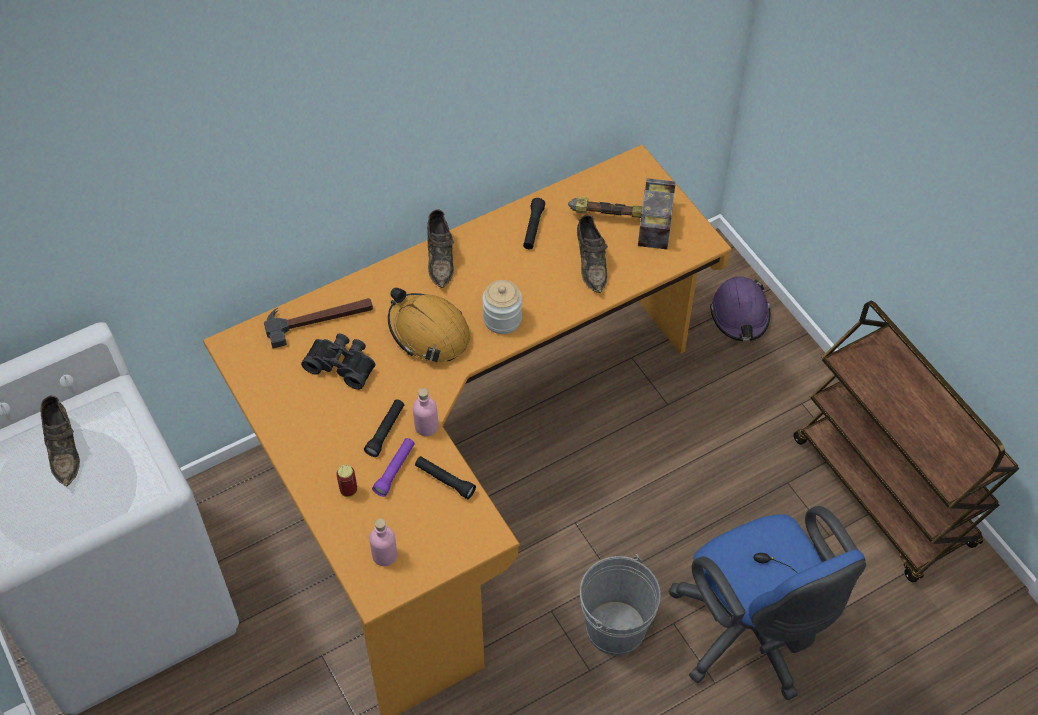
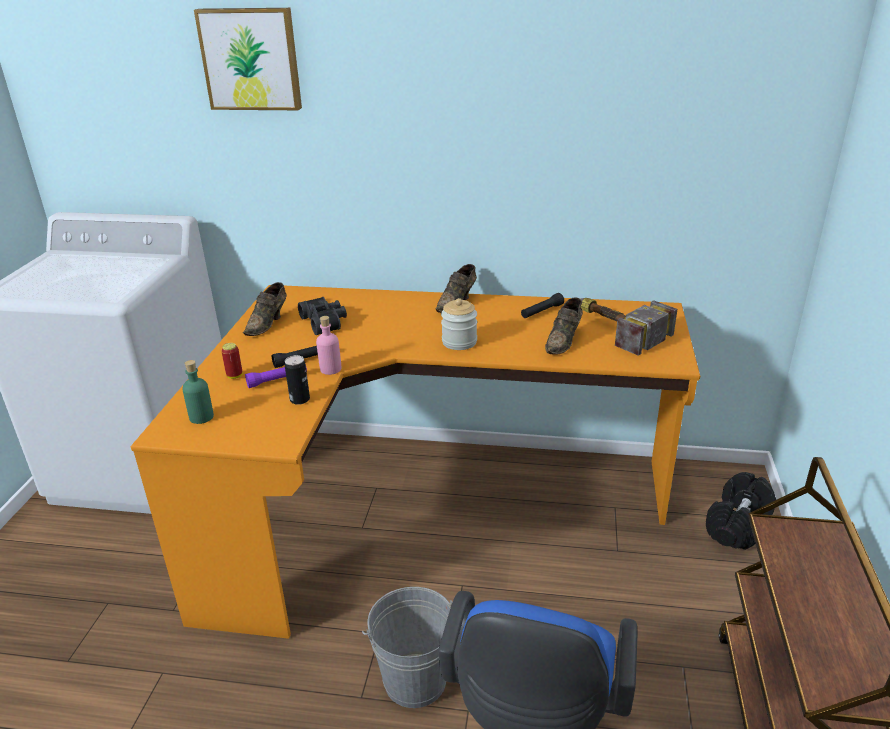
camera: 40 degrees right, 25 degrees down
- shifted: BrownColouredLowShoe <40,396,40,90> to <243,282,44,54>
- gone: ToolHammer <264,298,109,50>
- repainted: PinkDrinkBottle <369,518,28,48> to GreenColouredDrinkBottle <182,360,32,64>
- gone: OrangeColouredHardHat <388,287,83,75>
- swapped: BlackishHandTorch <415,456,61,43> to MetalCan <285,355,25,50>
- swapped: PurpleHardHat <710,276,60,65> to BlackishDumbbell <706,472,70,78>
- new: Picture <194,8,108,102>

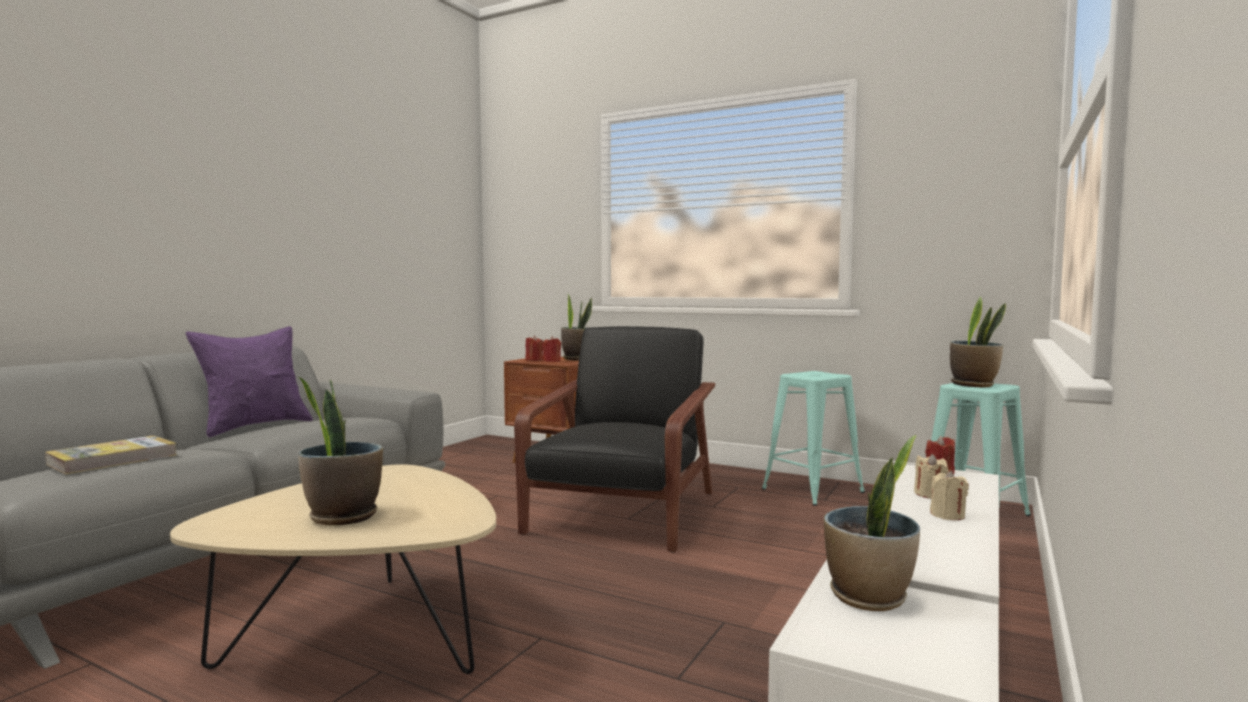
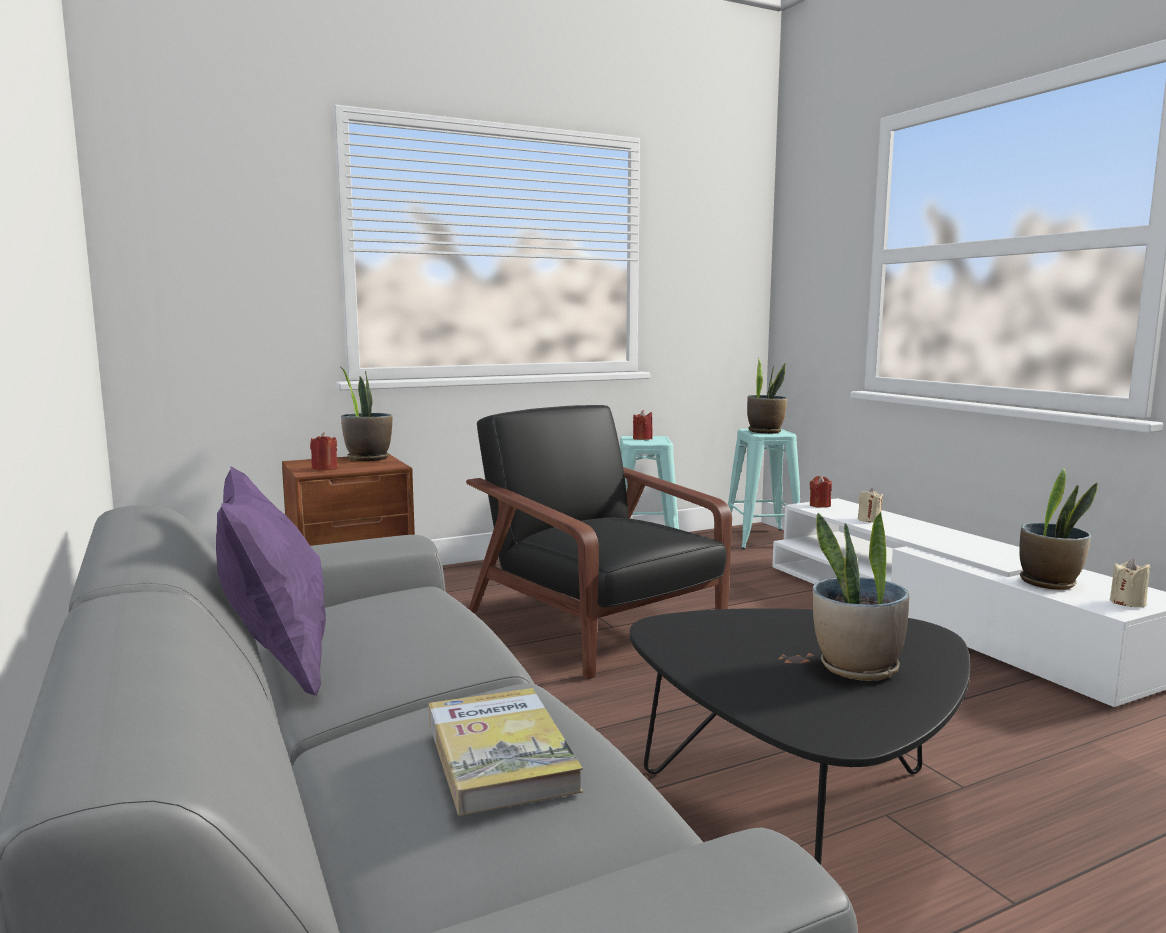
camera: 55 degrees left, 5 degrees up
- repainted: BeigeColouredLowTable <170,464,326,210> to BlackishLowTable <630,608,340,257>
- shifted: RedWaxCandle <543,336,18,26> to <633,410,20,30>
- shifted: BeigeColouredWaxCandle <930,470,39,50> to <1110,559,41,49>

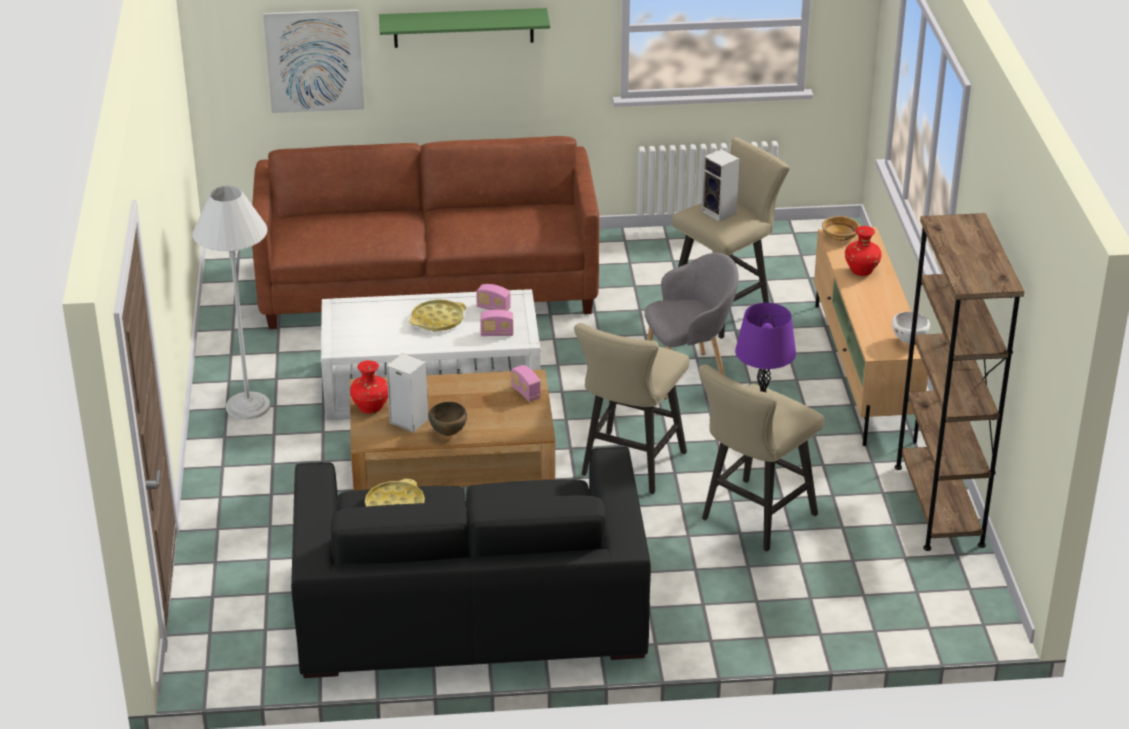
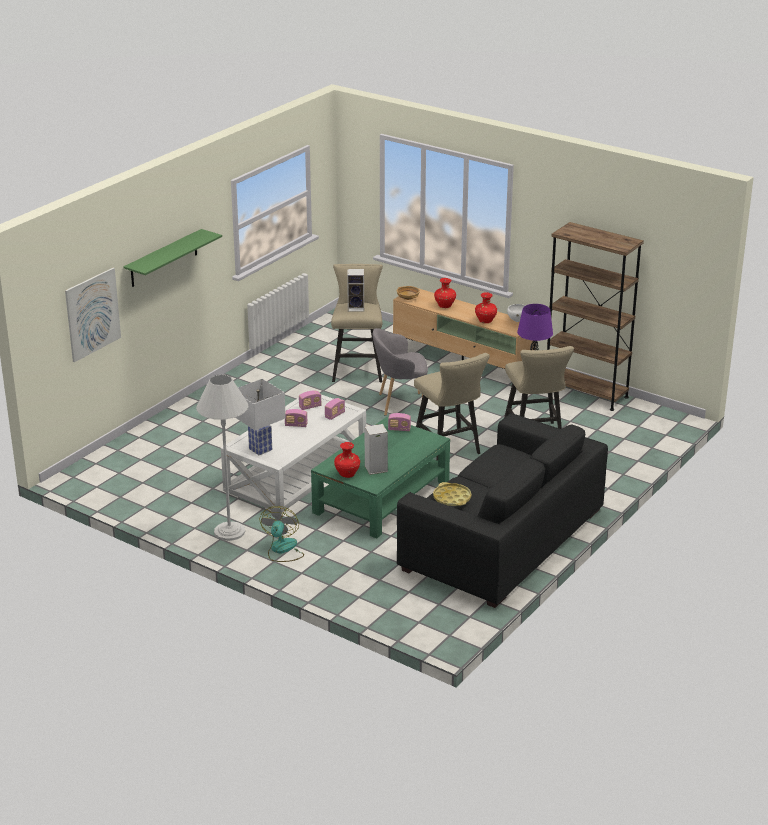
camera: 50 degrees left, 5 degrees down
- gone: BrownColouredSettee <252,136,347,193>
- repainted: BrownColouredLowTable <350,369,205,122> to GreenColouredLowTable <311,417,139,122>
- swapped: YellowishServingTray <409,299,57,33> to Radio <285,409,23,18>
- gone: BrownColouredServingBowl <429,402,38,34>
- rotated: GrayArmchair <644,253,95,146> = <373,328,55,88> 120 degrees counterclockwise
- new: WhiteColouredTableLamp <235,379,51,76>
- new: CoolingFan <260,506,44,56>
- new: RedVase <475,292,22,31>

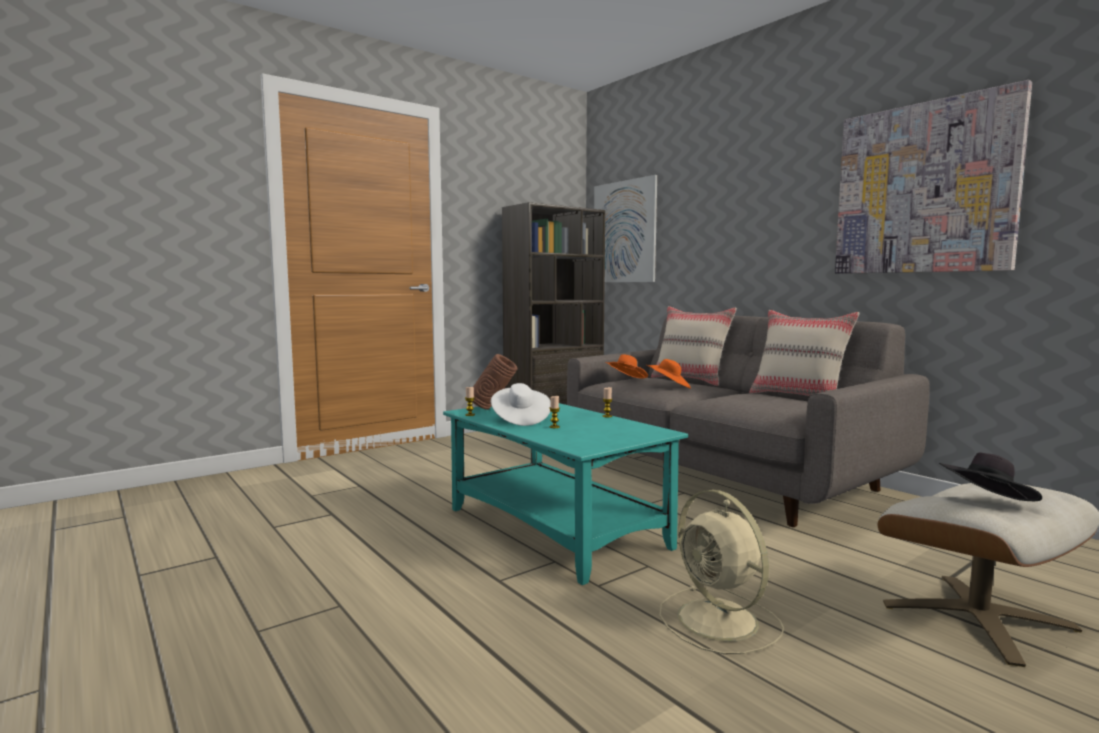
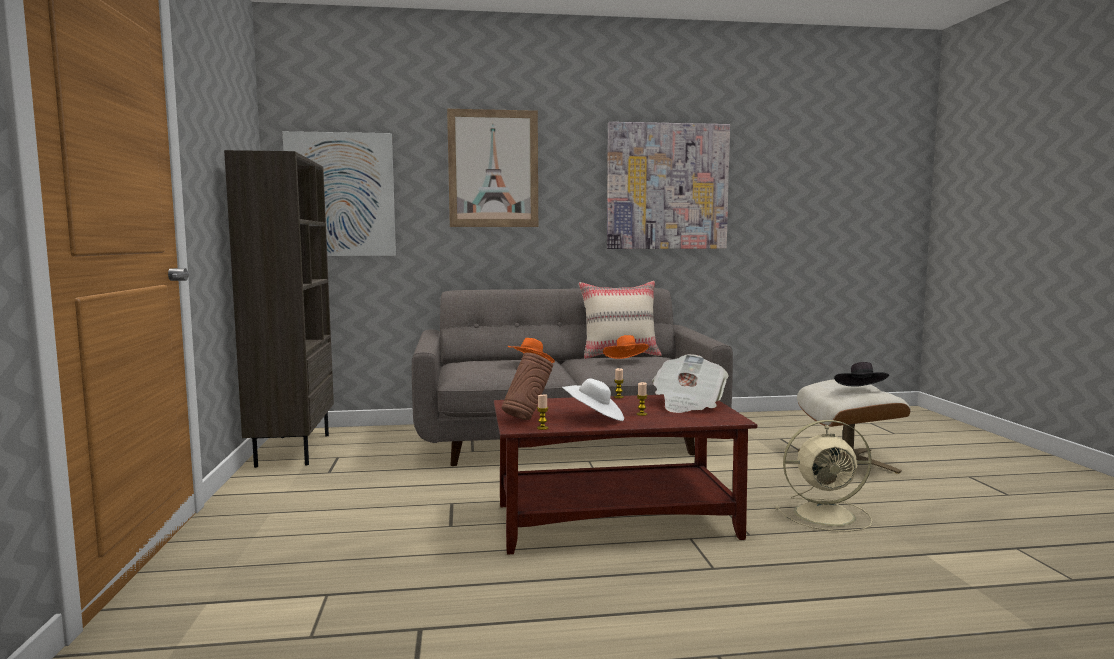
camera: 60 degrees left, 0 degrees up
- repainted: BlueGreenLowTable <443,403,245,182> to BrownColouredLowTable <494,395,263,160>
- shifted: OrangeColouredWearableHat <605,354,43,25> to <603,335,46,24>
- gone: BeigeColouredPillow <651,306,86,80>
- new: Picture <447,109,91,118>
- new: DailyPaper <652,354,77,59>

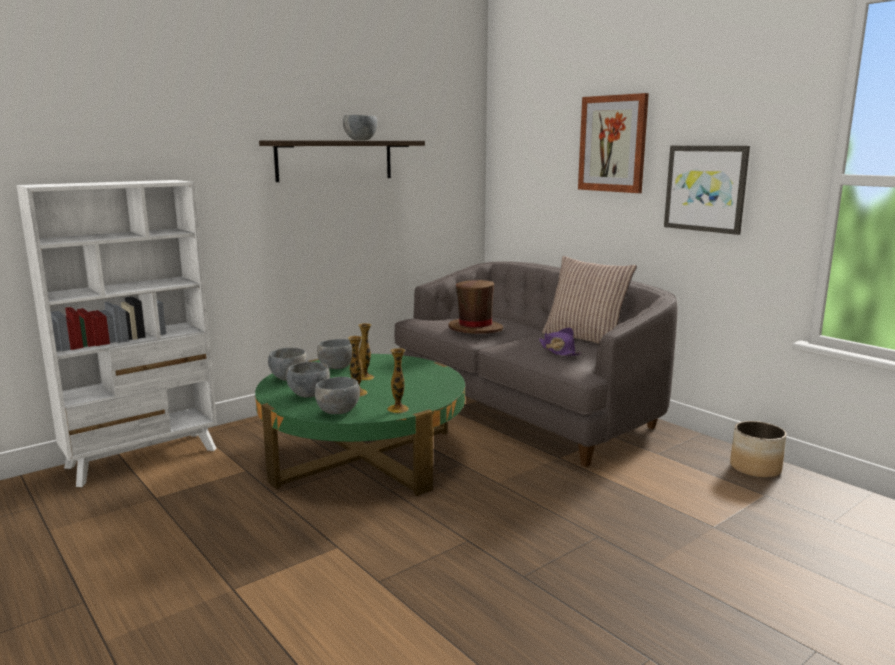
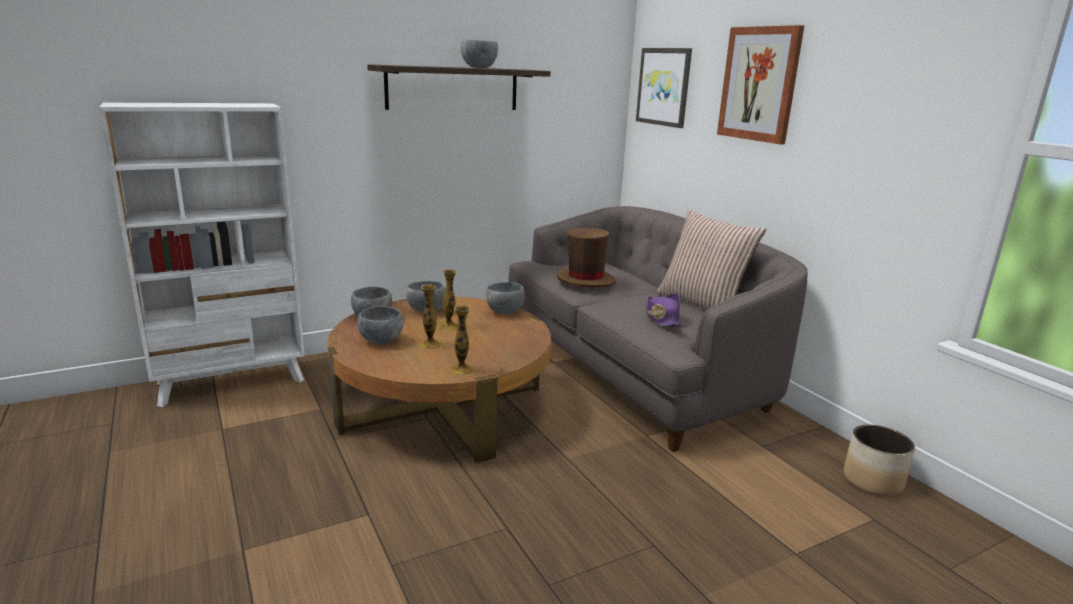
camera: 10 degrees right, 5 degrees up
- repainted: GreenColouredLowTable <255,354,210,142> to BrownColouredLowTable <327,297,224,166>
- shifted: GrayServingBowl <315,377,45,37> to <486,282,39,32>
- shifted: Picture <664,146,86,89> to <636,48,56,80>

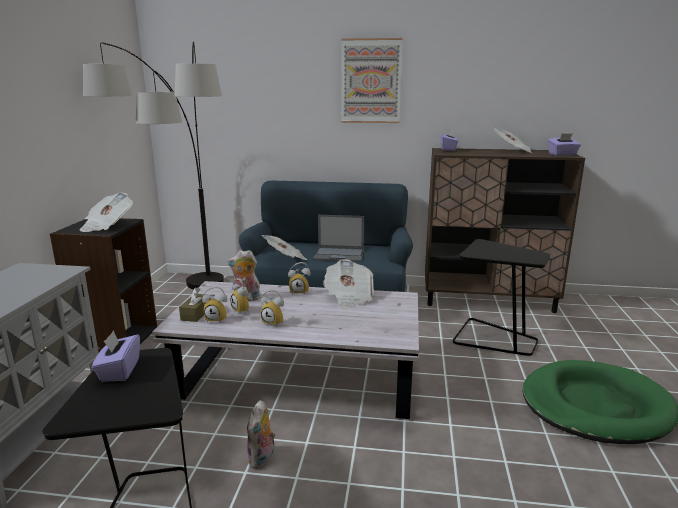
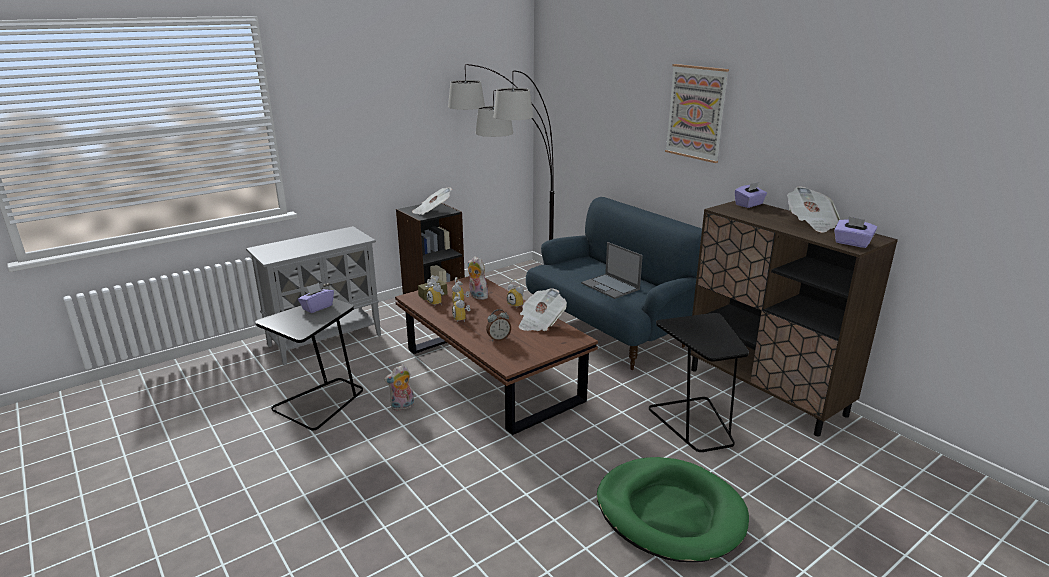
camera: 45 degrees right, 5 degrees up
- repainted: WhiteColouredLowTable <152,281,267,138> to BrownColouredLowTable <395,276,203,159>
- gone: DailyPaper <262,235,45,25>
- new: TableClock <486,309,25,32>

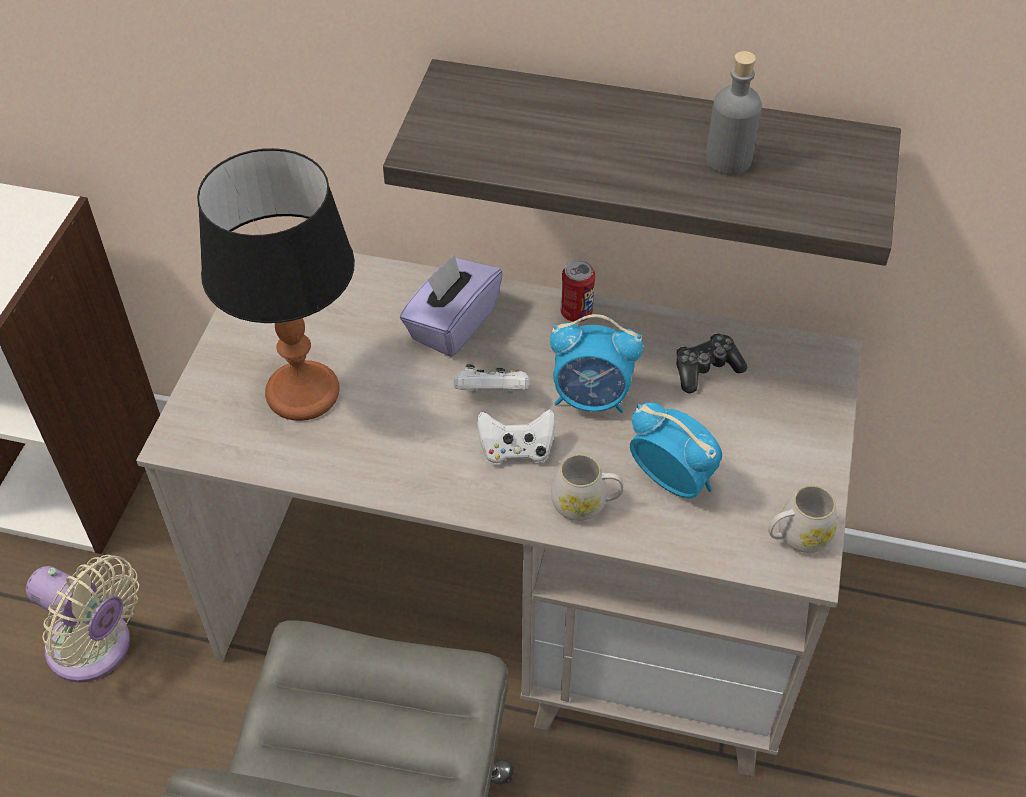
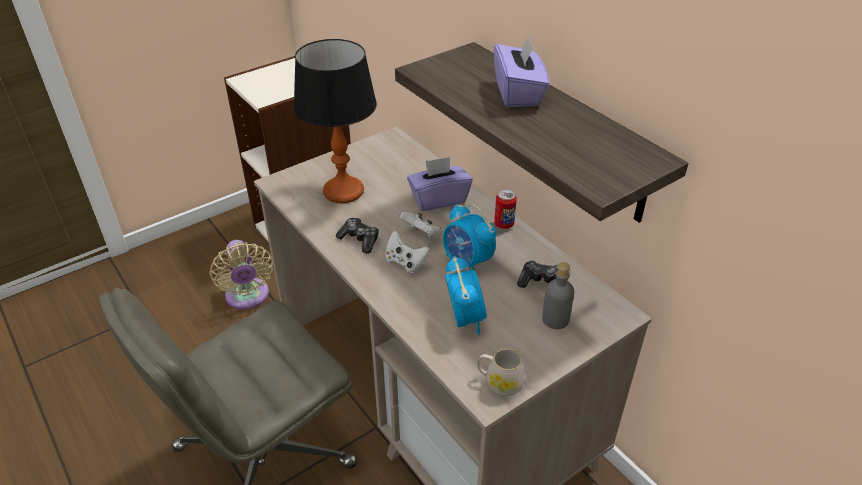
camera: 40 degrees right, 10 degrees down
- gone: WhiteColouredCoffeeMug <551,454,72,67>
- shifted: GrayDrinkBottle <706,51,56,124> to <542,262,32,67>
- new: GameController <336,218,43,36>
- new: PurpleTissueBox <494,36,55,71>

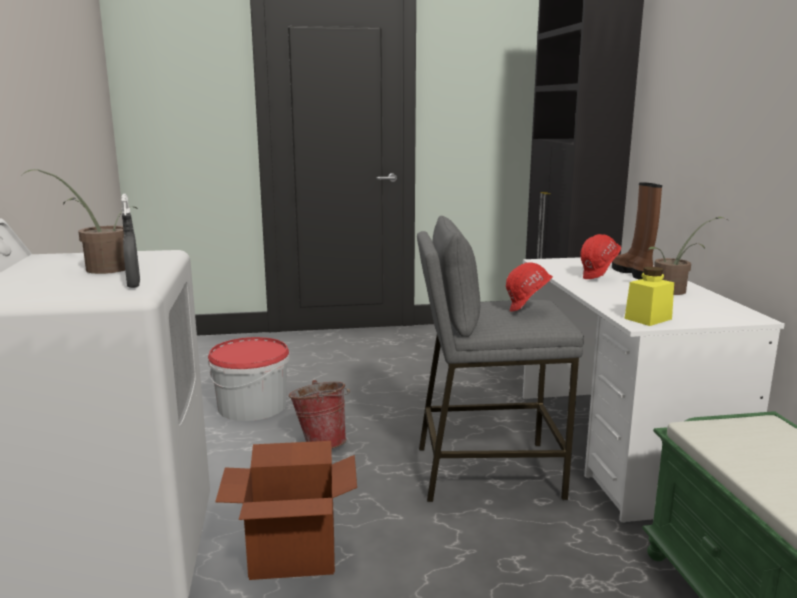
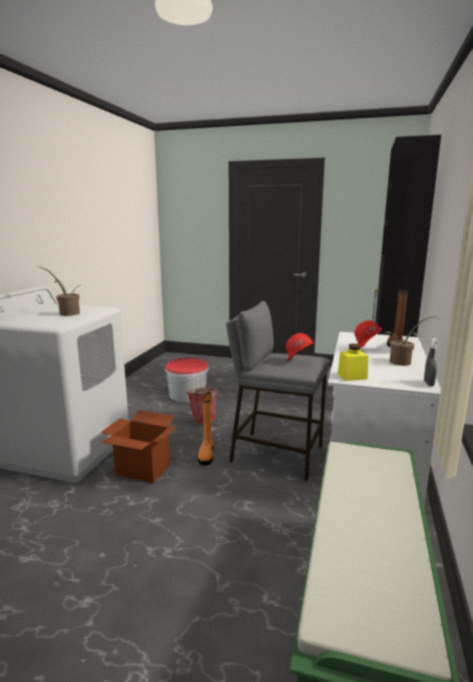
camera: 25 degrees right, 0 degrees up
- shifted: GraySprayer <121,194,19,94> to <424,338,14,48>
- new: OrangeColouredHighTopBoot <198,393,16,73>

